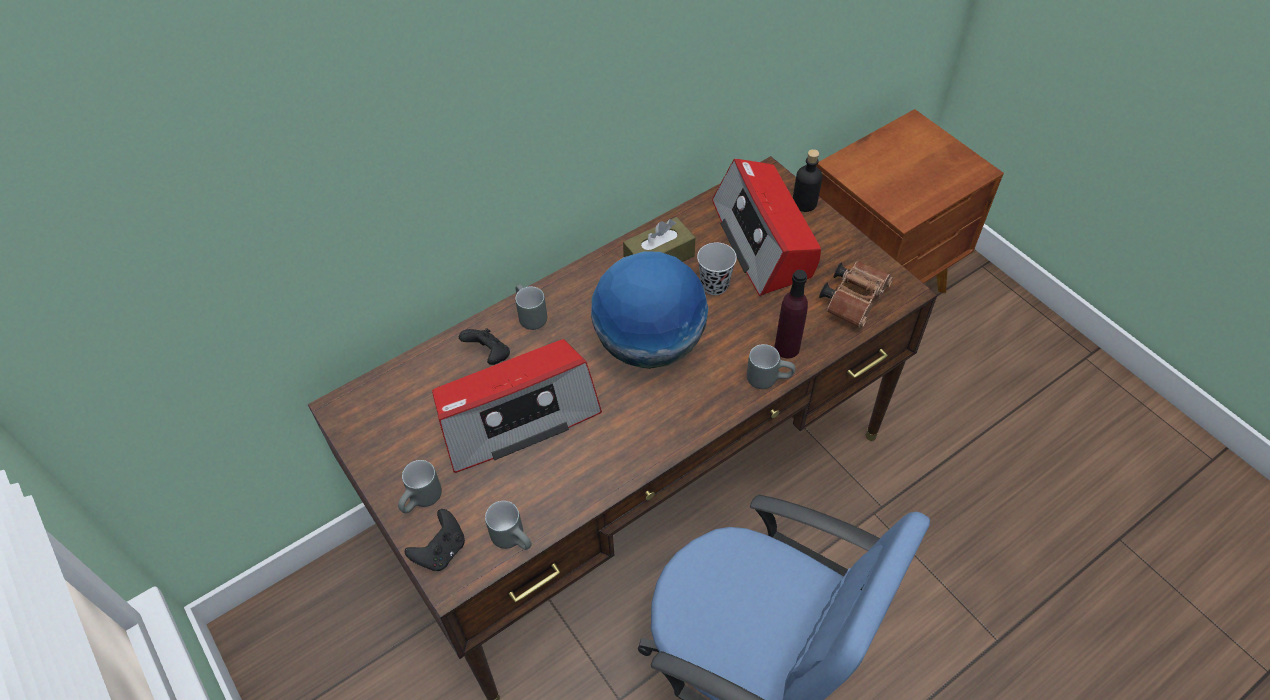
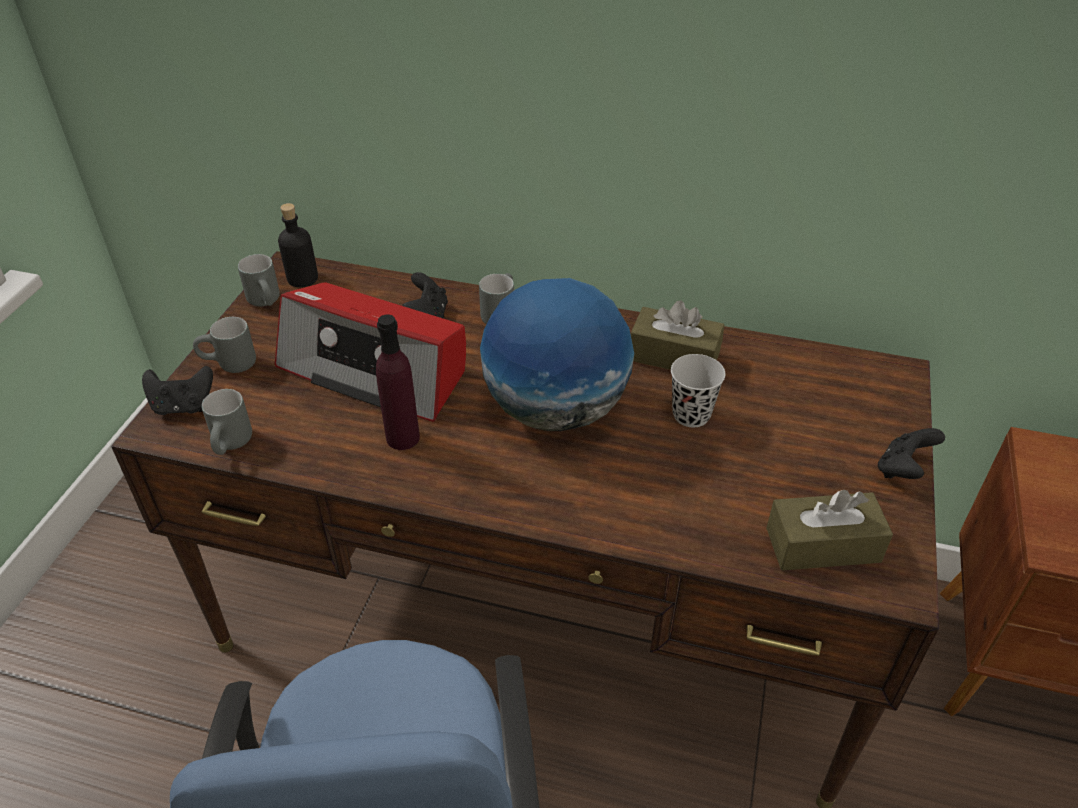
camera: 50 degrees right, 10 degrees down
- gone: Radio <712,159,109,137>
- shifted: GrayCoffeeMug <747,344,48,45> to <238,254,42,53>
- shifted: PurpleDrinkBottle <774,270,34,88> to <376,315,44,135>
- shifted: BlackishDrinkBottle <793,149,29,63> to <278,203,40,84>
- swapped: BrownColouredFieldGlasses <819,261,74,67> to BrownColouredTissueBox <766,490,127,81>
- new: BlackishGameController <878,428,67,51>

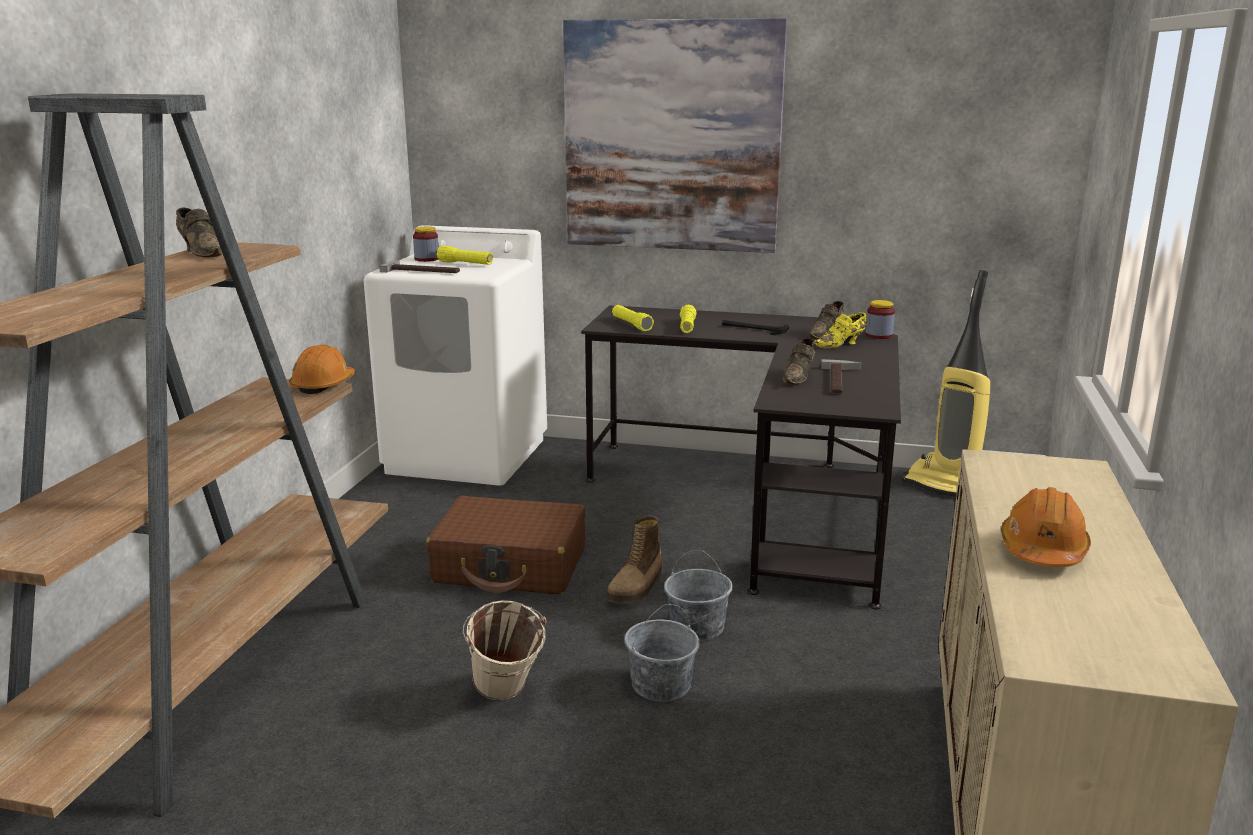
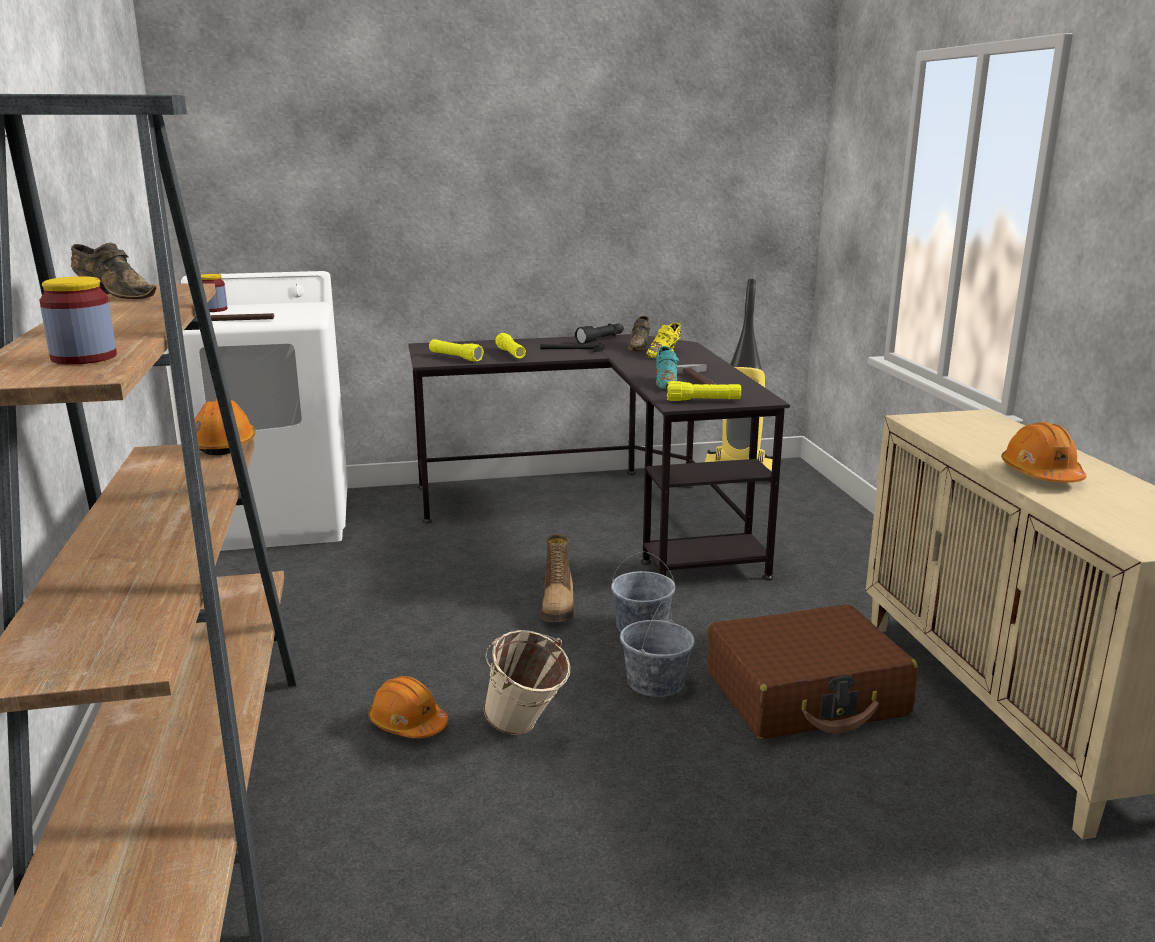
camera: 25 degrees left, 0 degrees up
- shifted: BrownColouredTravelCase <426,496,159,98> to <707,604,211,135>
- shifted: YellowishHandTorch <436,246,57,19> to <667,381,74,20>
- gone: Picture <563,18,224,235>
- repainted: BrownColouredLowShoe <783,338,32,47> to BlueGreenLowShoe <656,346,23,43>
- shifted: PreserveJar <866,300,29,39> to <39,276,78,88>
- new: OrangeColouredHardHat <368,676,80,62>
- new: BlackishHandTorch <575,323,49,21>

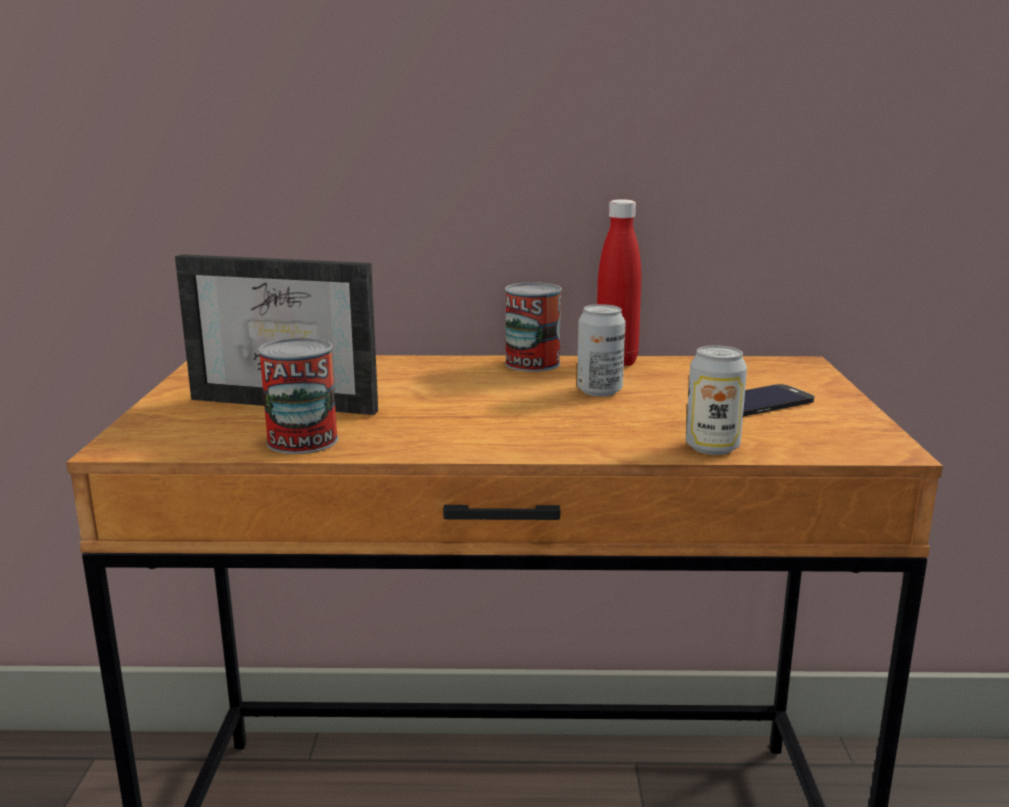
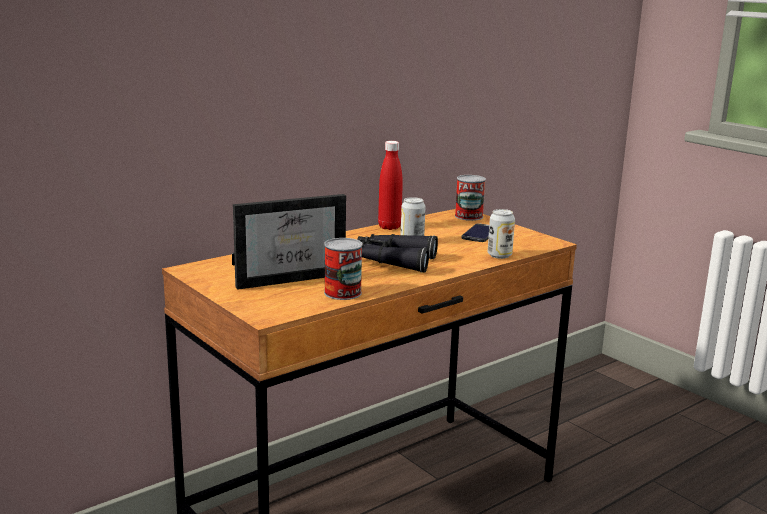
camera: 40 degrees left, 0 degrees up
- shifted: MetalCan <505,282,57,90> to <455,175,31,46>
- new: BlackishFieldGlasses <357,234,81,39>

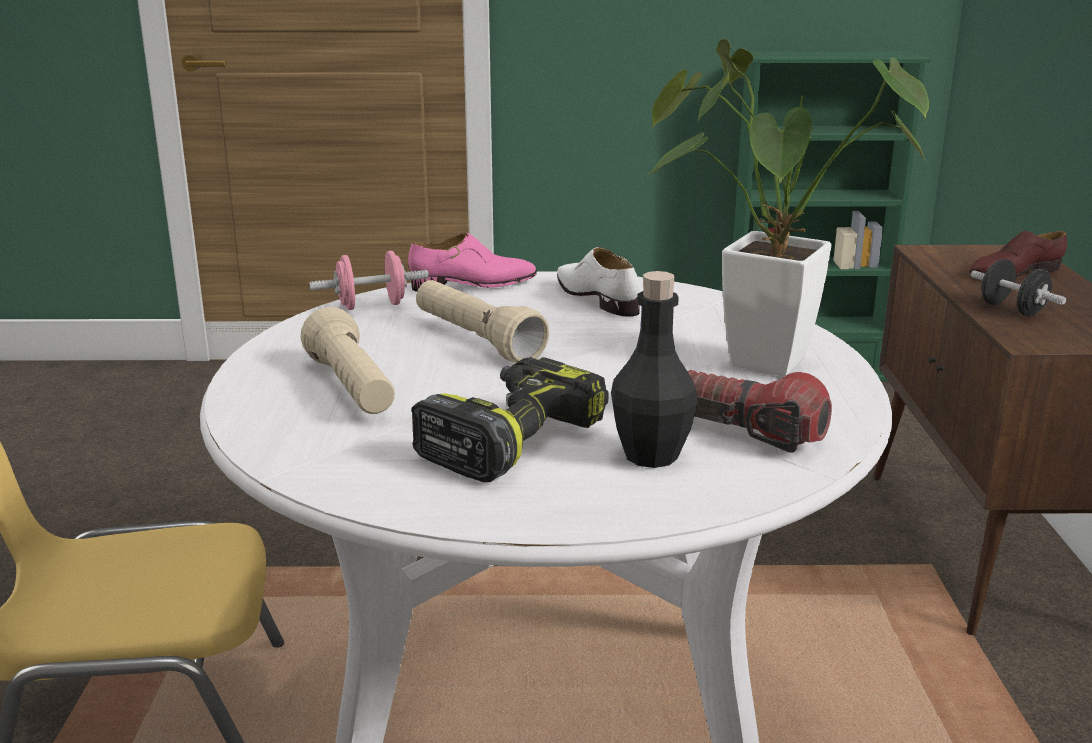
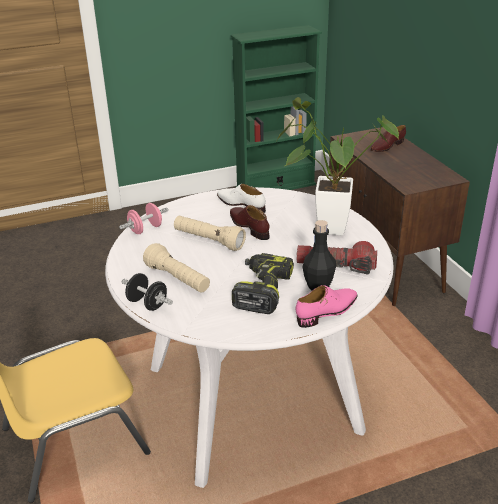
camera: 20 degrees left, 10 degrees up
- shifted: PinkLowShoe <408,233,129,59> to <295,285,63,43>
- shifted: BlackishDumbbell <971,259,95,57> to <122,273,51,38>
- new: BrownColouredLowShoe <230,205,40,35>

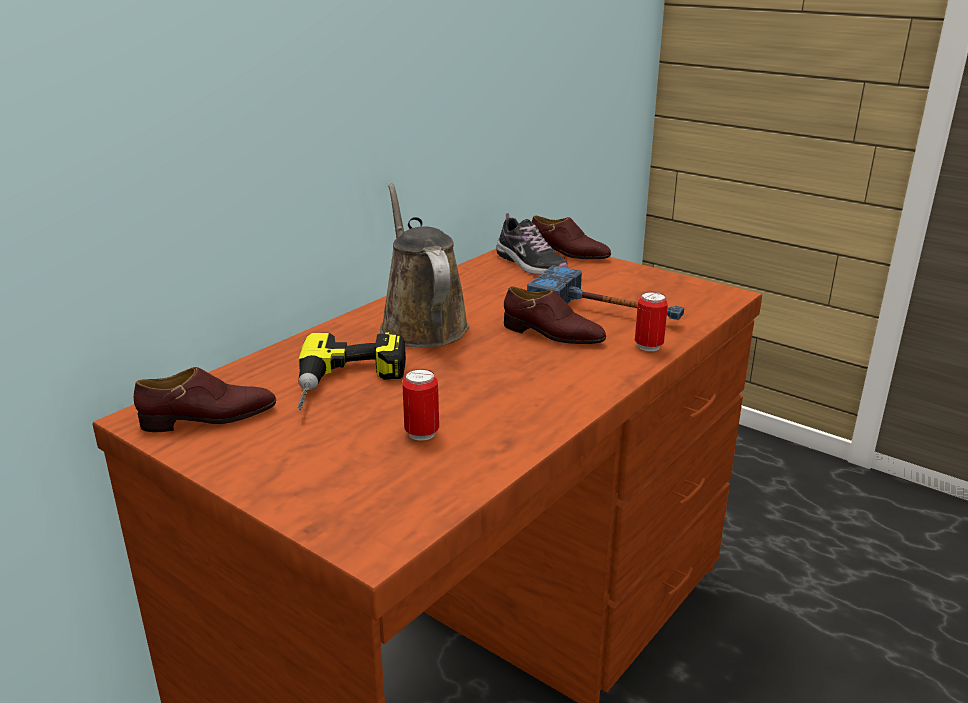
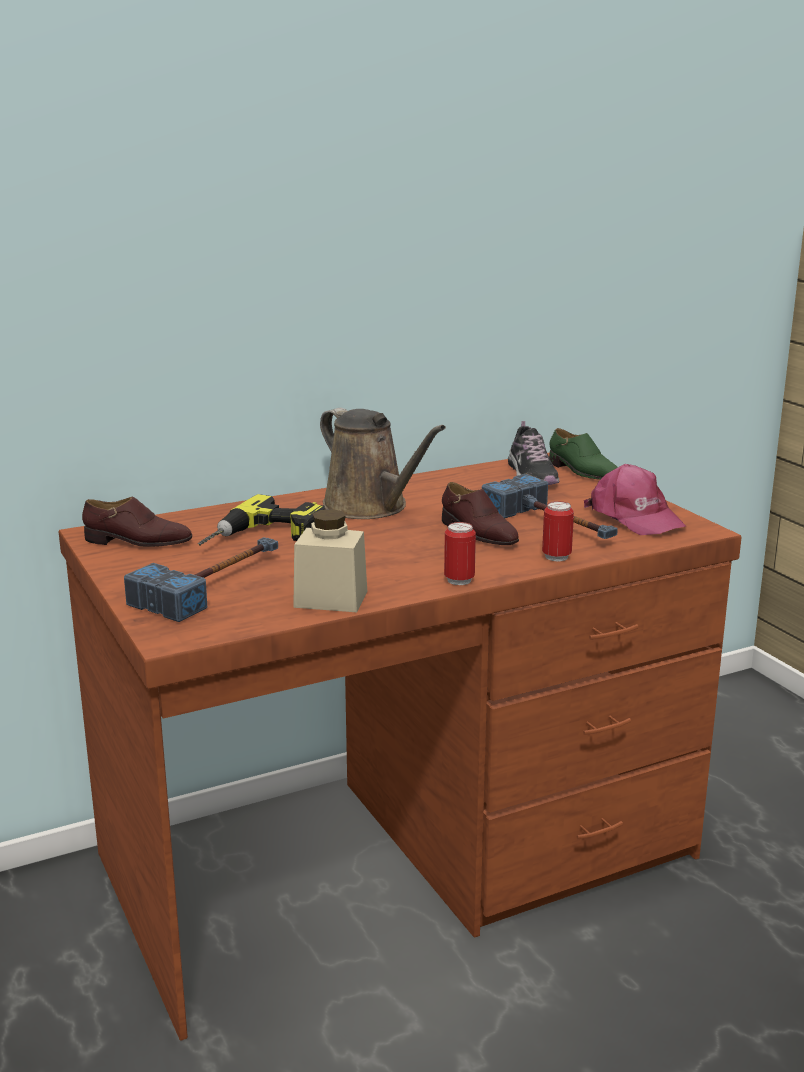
camera: 25 degrees right, 5 degrees down
- rotated: BrownColouredSprinklingCan <380,183,89,165> = <320,408,126,111> 135 degrees clockwise
- shifted: MetalCan <402,369,37,72> to <444,522,32,63>
- repainted: BrownColouredLowShoe <531,216,80,43> to GreenColouredLowShoe <549,428,69,52>
- new: ToolHammer <124,537,154,85>
- new: BeigeColouredPreserveJar <293,509,74,103>
- new: PinkCap <584,464,102,71>

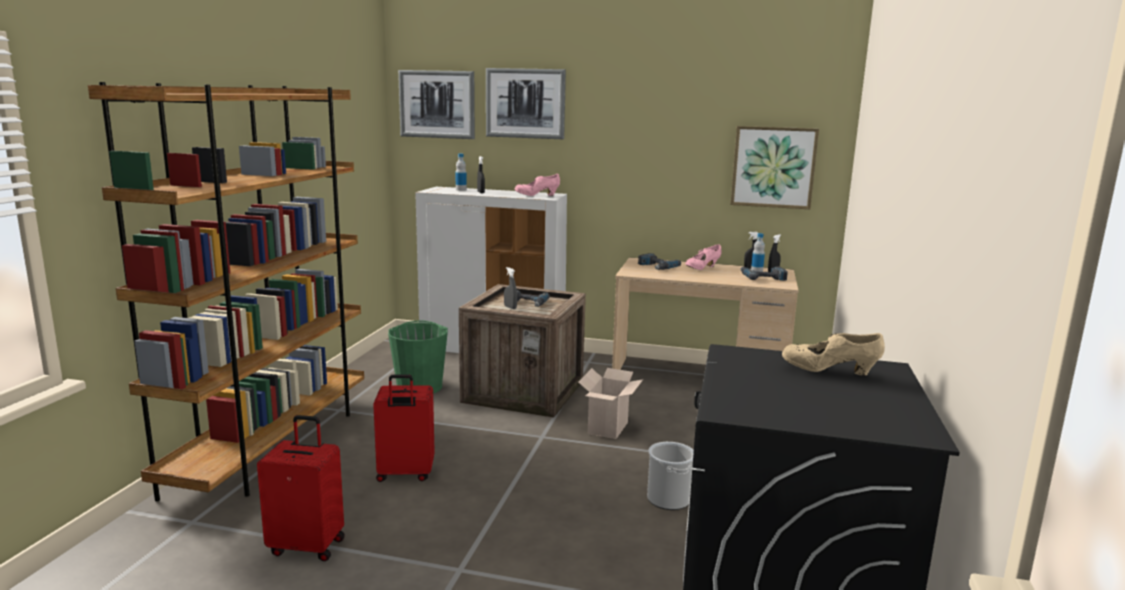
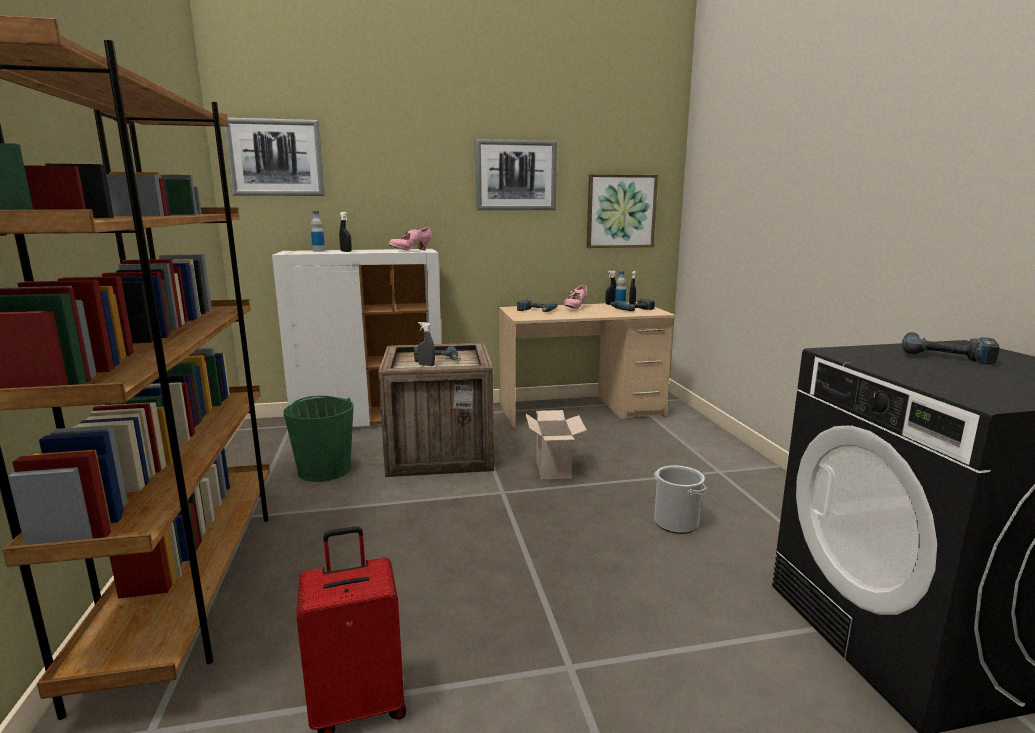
camera: 25 degrees left, 0 degrees up
- gone: RedTravelCase <373,374,62,108>
- shifted: Picture <486,68,80,71> to <476,139,81,71>
- swapped: BeigeColouredLowShoe <782,333,103,43> to PowerDrill <902,332,98,33>

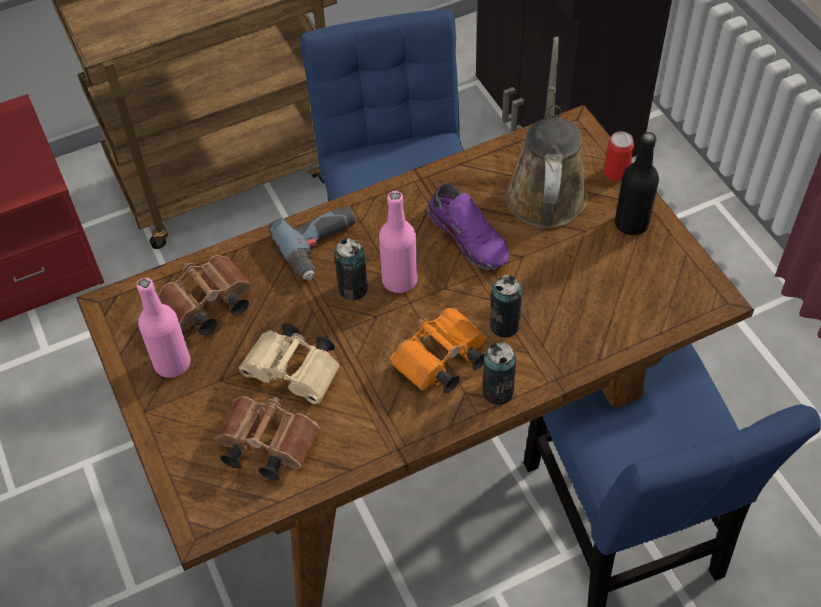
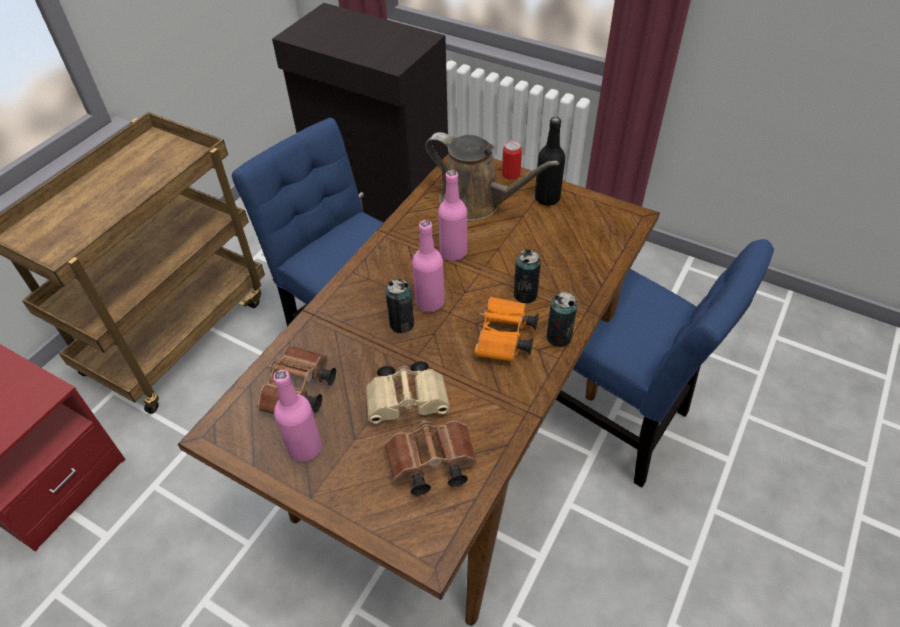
camera: 35 degrees left, 5 degrees down
- gone: PowerDrill <268,206,88,74>
- swapped: PurpleLowShoe <427,184,83,86> to PinkDrinkBottle <438,170,29,91>
- rotated: BrownColouredSprinklingCan <505,37,83,191> = <425,132,134,89> 150 degrees clockwise

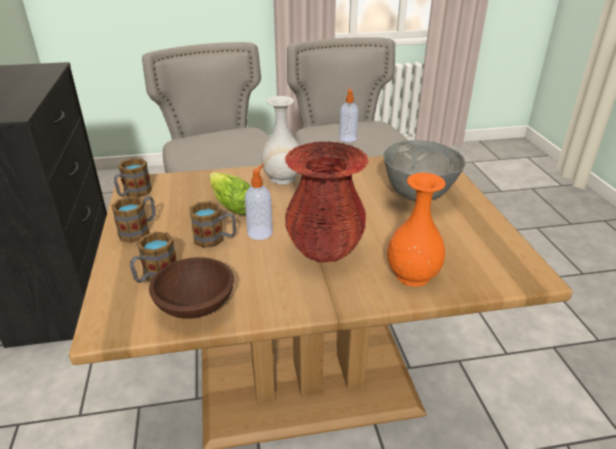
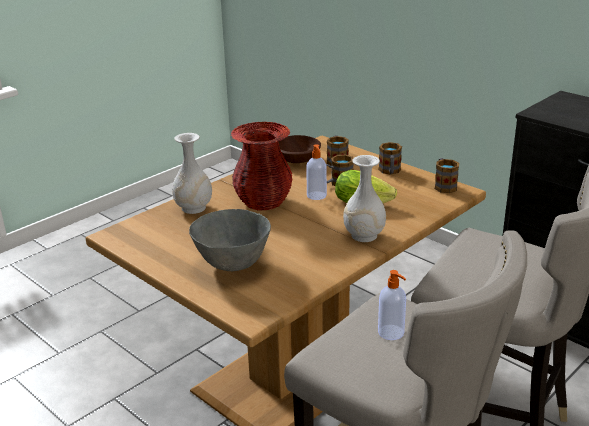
camera: 145 degrees right, 5 degrees down
- repainted: OrangeColouredVase <387,173,59,114> to WhiteColouredVase <172,133,40,81>

